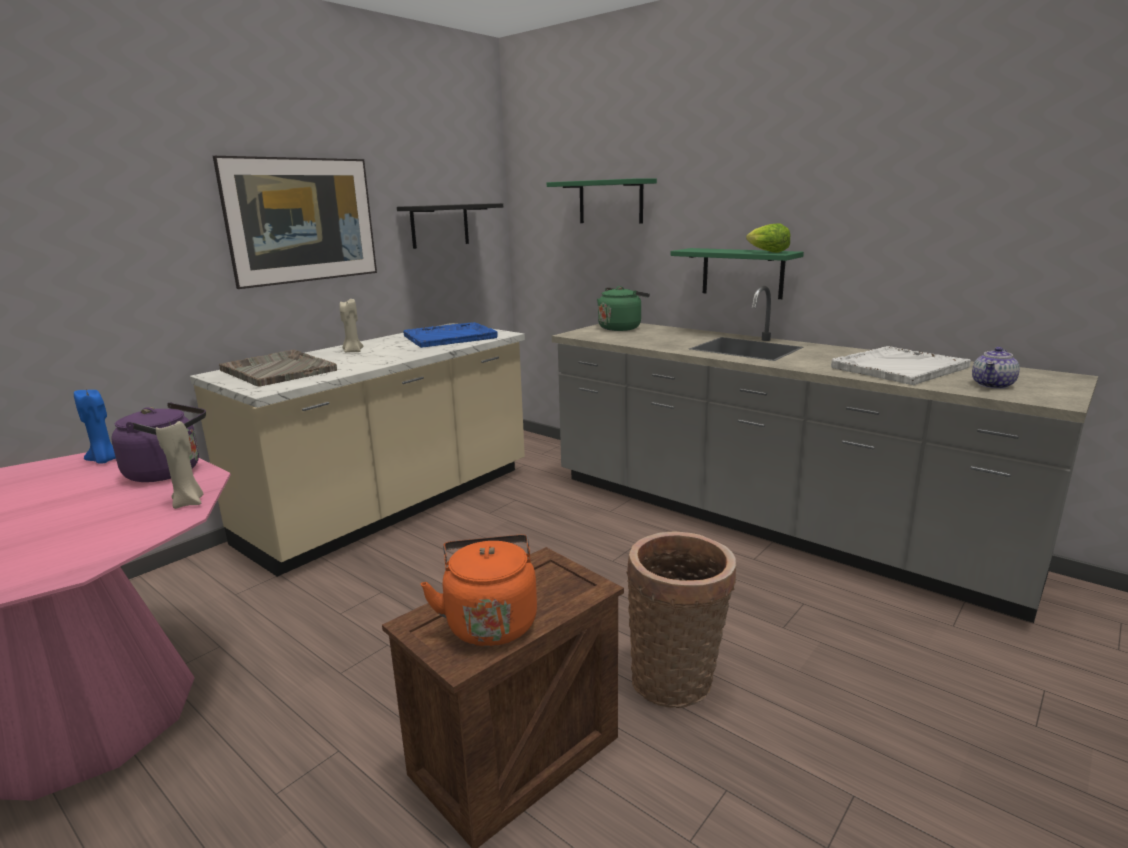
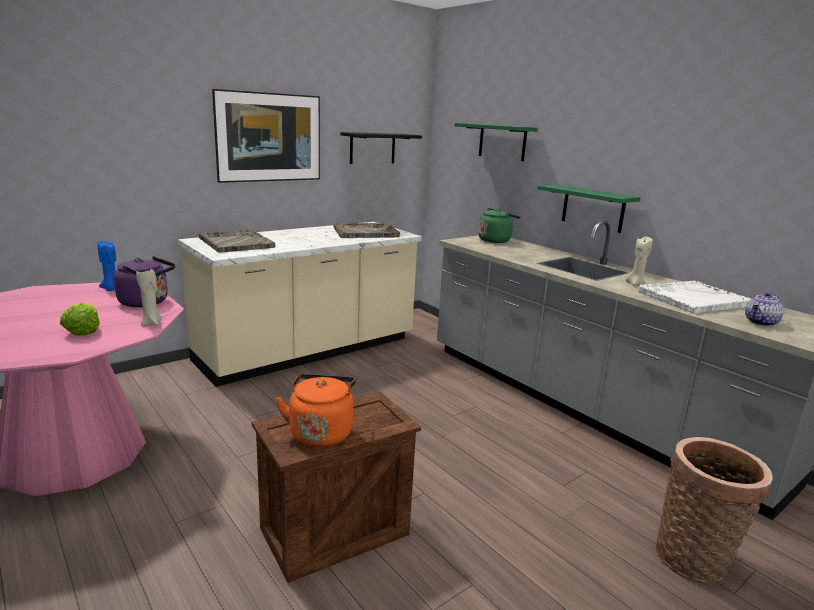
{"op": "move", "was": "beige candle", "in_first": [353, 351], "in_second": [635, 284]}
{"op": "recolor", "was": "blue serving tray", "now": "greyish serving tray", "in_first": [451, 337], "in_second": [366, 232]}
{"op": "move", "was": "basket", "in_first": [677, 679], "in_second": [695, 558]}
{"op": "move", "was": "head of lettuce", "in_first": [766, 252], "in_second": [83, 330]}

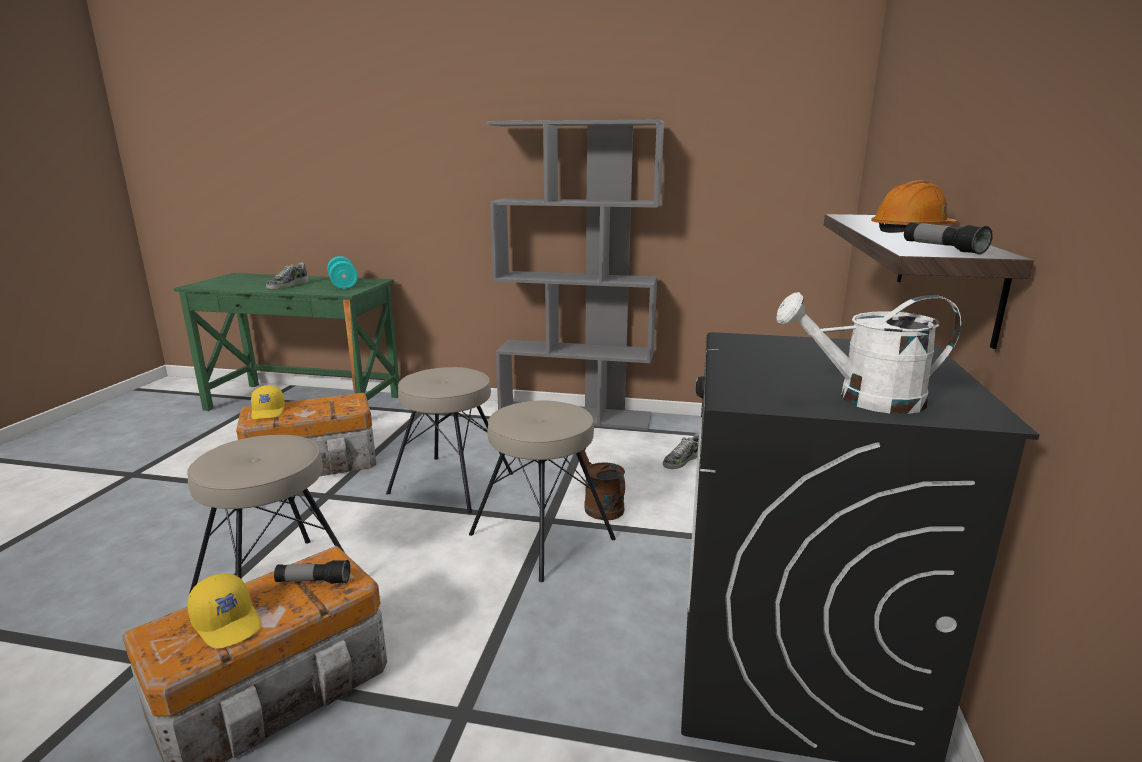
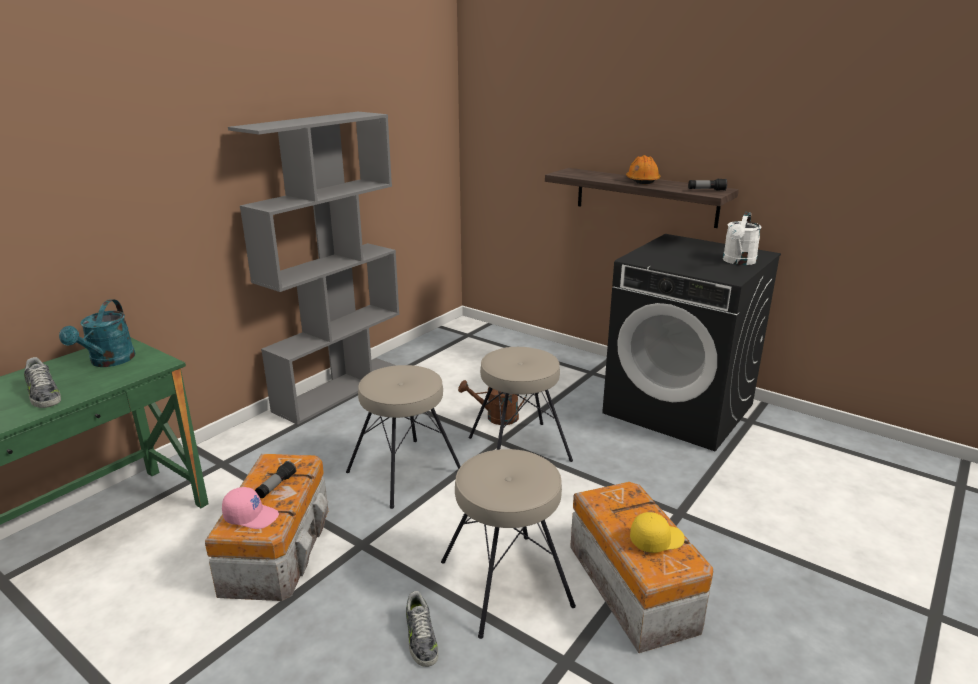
{"op": "recolor", "was": "yellowish peaked cap", "now": "pink-coloured peaked cap", "in_first": [269, 411], "in_second": [251, 516]}
{"op": "move", "was": "torch", "in_first": [313, 581], "in_second": [276, 486]}
{"op": "replace", "was": "turquoise-coloured hand weight", "now": "turquoise-coloured sprinkling can", "in_first": [343, 285], "in_second": [108, 362]}
{"op": "move", "was": "low shoe", "in_first": [682, 460], "in_second": [420, 638]}

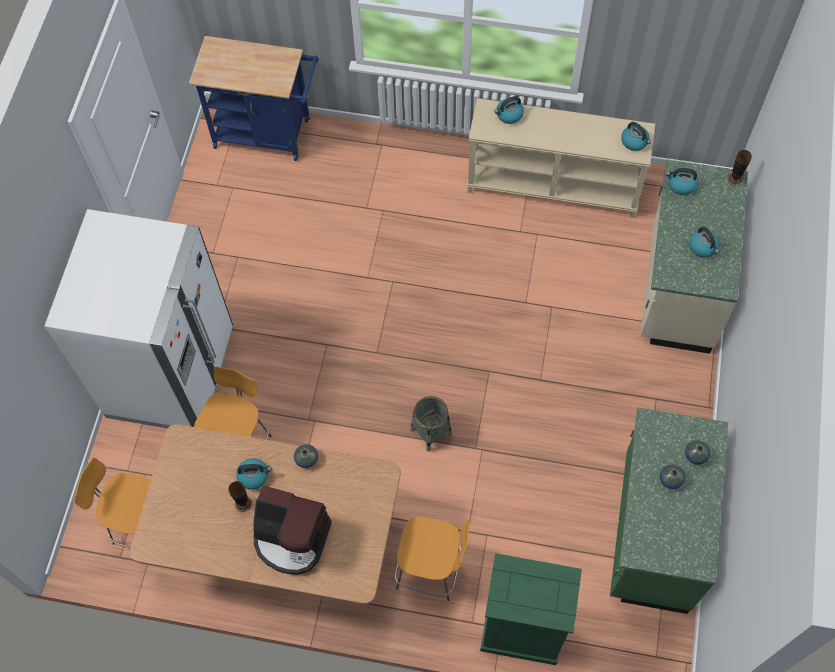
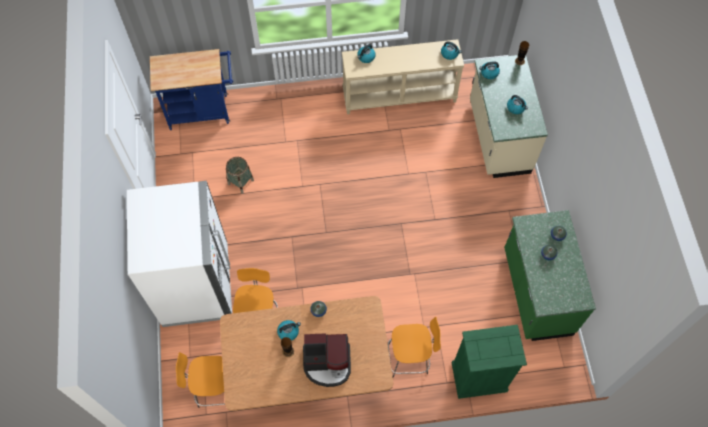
{"op": "move", "was": "basket", "in_first": [431, 432], "in_second": [241, 182]}

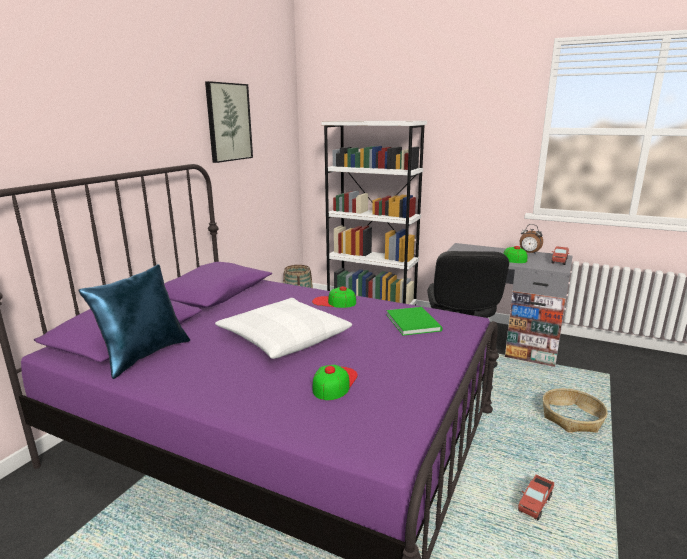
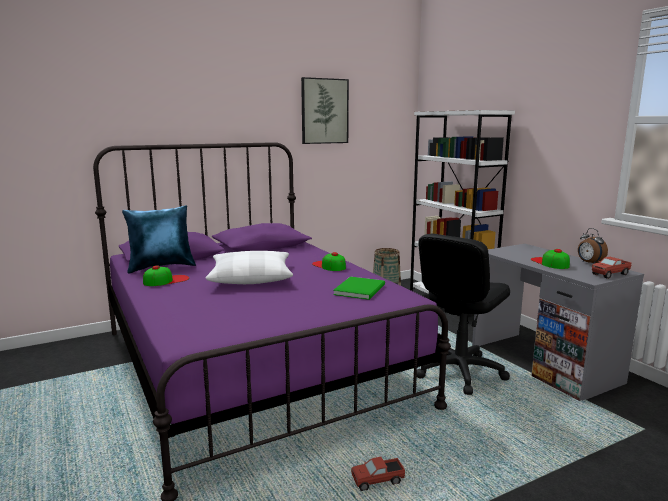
{"op": "move", "was": "peaked cap", "in_first": [334, 382], "in_second": [166, 280]}
{"op": "delete", "was": "basket", "in_first": [572, 418]}

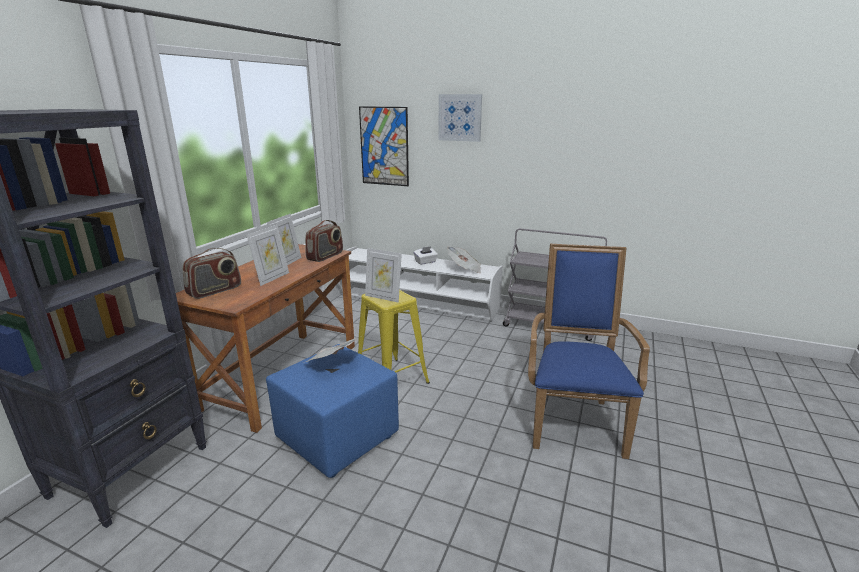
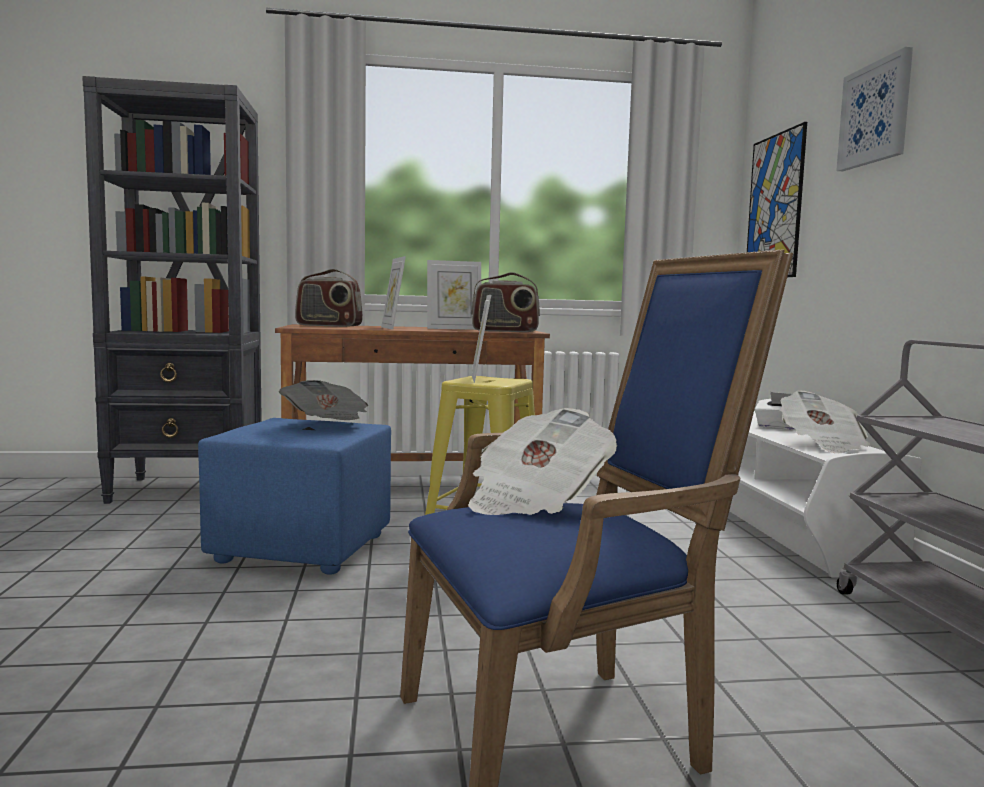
{"op": "rotate", "was": "photo frame", "in_first": [272, 278], "in_second": [392, 328], "clockwise": 75}
{"op": "insert", "now": "printed paper", "in_second": [535, 501]}

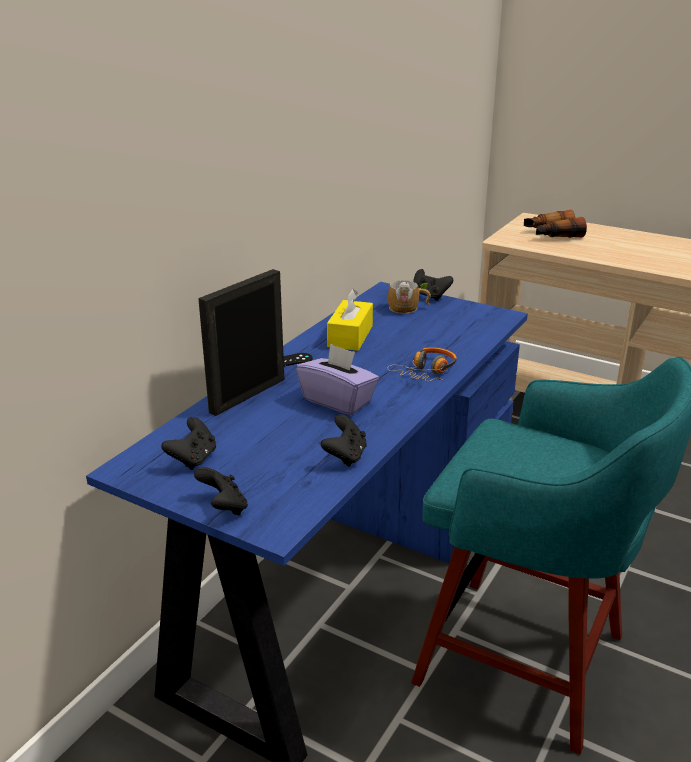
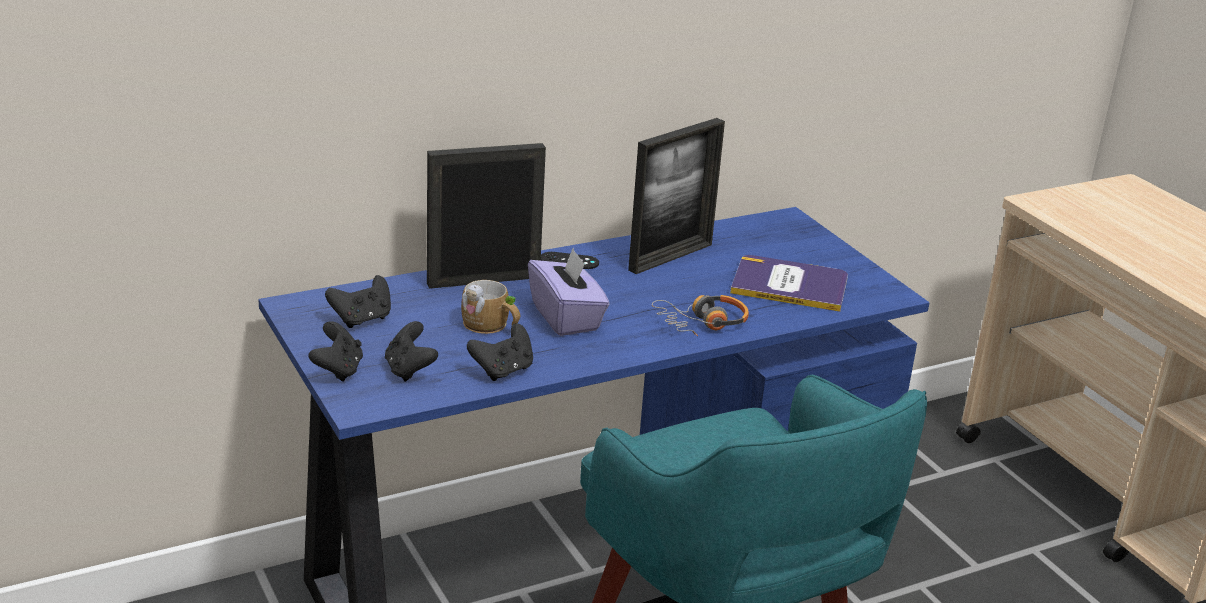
{"op": "replace", "was": "yellowish tissue box", "now": "photo frame", "in_first": [350, 336], "in_second": [670, 257]}
{"op": "move", "was": "coffee mug", "in_first": [408, 308], "in_second": [491, 326]}
{"op": "move", "was": "blackish joypad", "in_first": [429, 296], "in_second": [409, 370]}
{"op": "delete", "was": "pair of binoculars", "in_first": [552, 234]}
{"op": "insert", "now": "book", "in_second": [789, 285]}

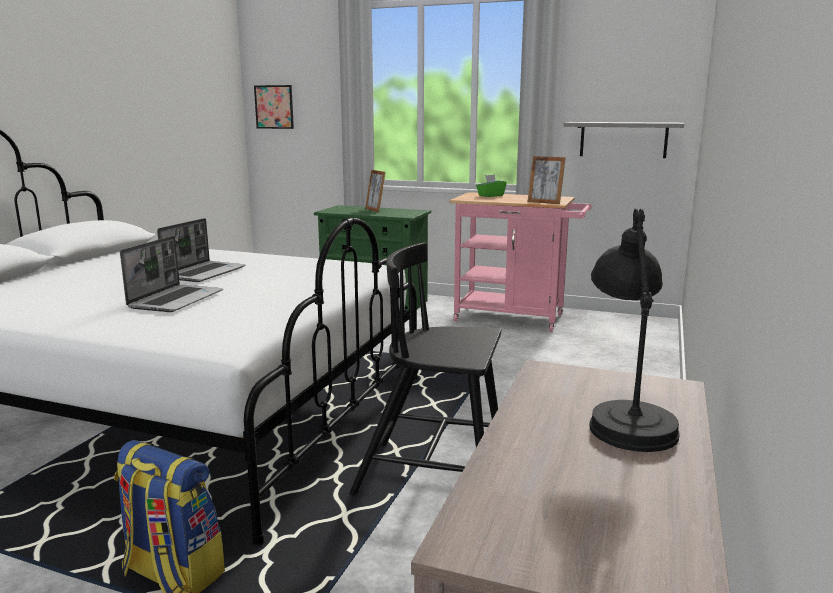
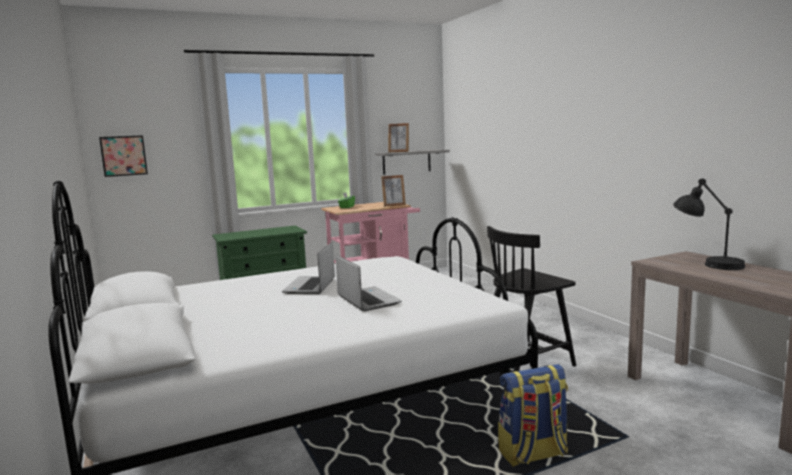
{"op": "rotate", "was": "notebook computer", "in_first": [204, 273], "in_second": [310, 286], "clockwise": -150}
{"op": "move", "was": "photo frame", "in_first": [375, 210], "in_second": [399, 152]}

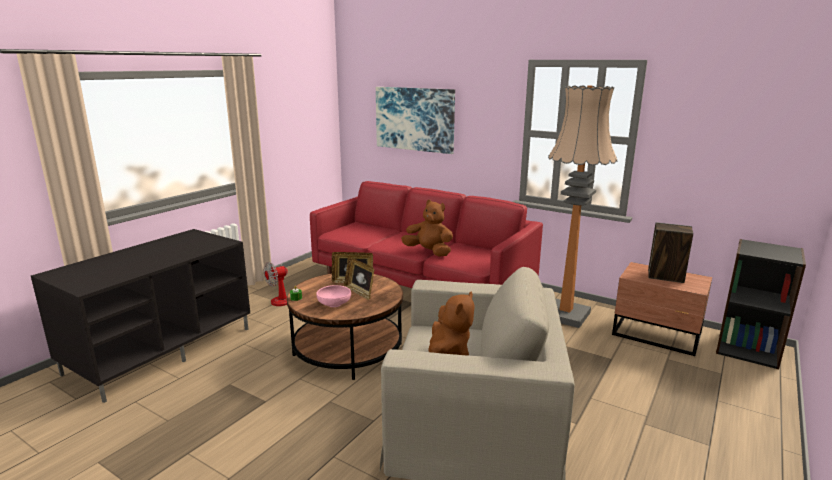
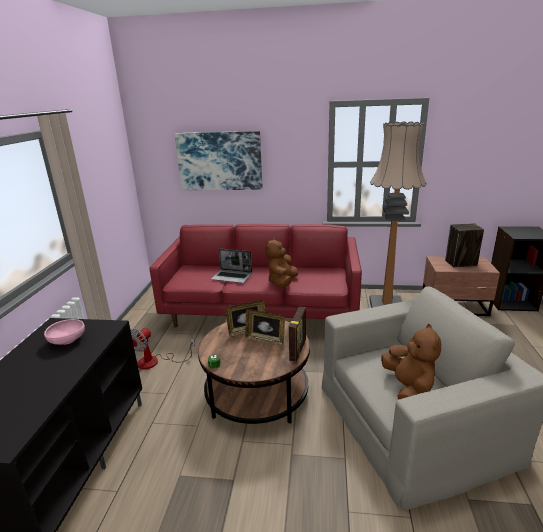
{"op": "move", "was": "pink-coloured serving bowl", "in_first": [334, 304], "in_second": [67, 340]}
{"op": "rotate", "was": "brownish soft toy", "in_first": [429, 252], "in_second": [282, 282], "clockwise": -75}
{"op": "insert", "now": "notebook computer", "in_second": [232, 277]}
{"op": "insert", "now": "photo frame", "in_second": [298, 350]}

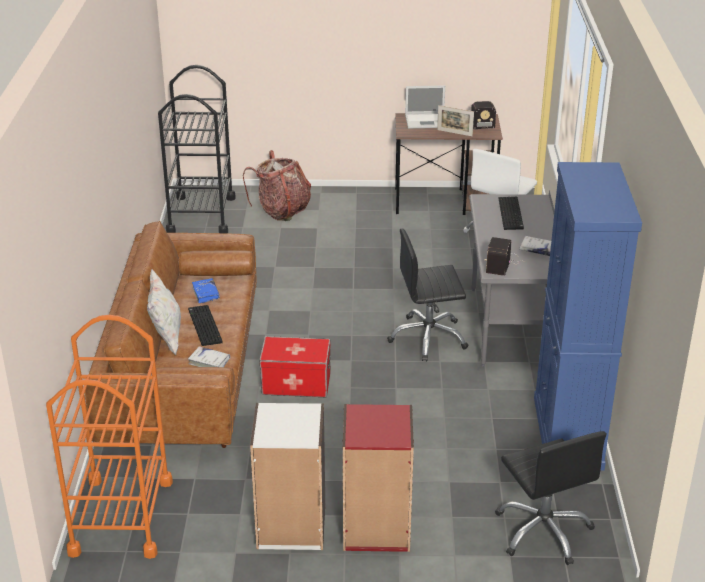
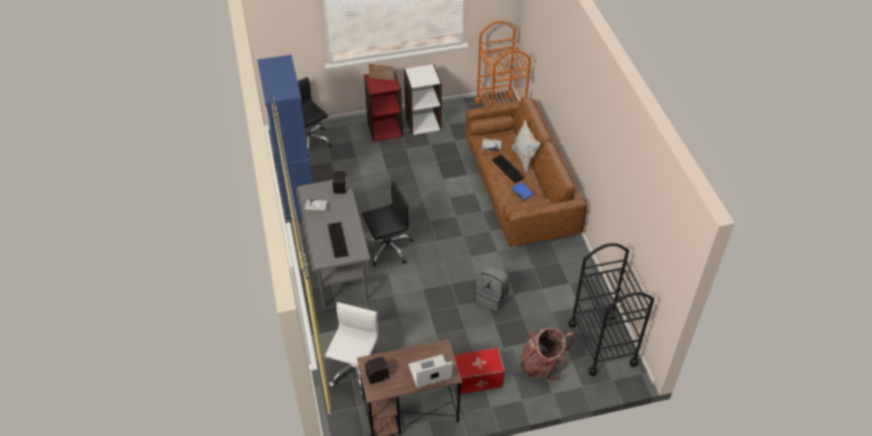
{"op": "move", "was": "storage container", "in_first": [296, 384], "in_second": [478, 378]}
{"op": "move", "was": "photo frame", "in_first": [454, 133], "in_second": [382, 79]}
{"op": "insert", "now": "greyish knapsack", "in_second": [492, 298]}

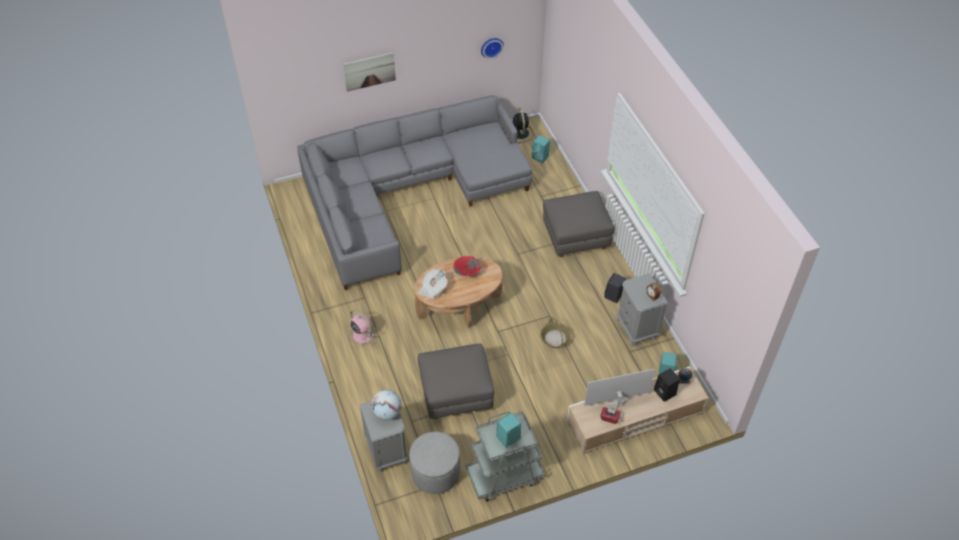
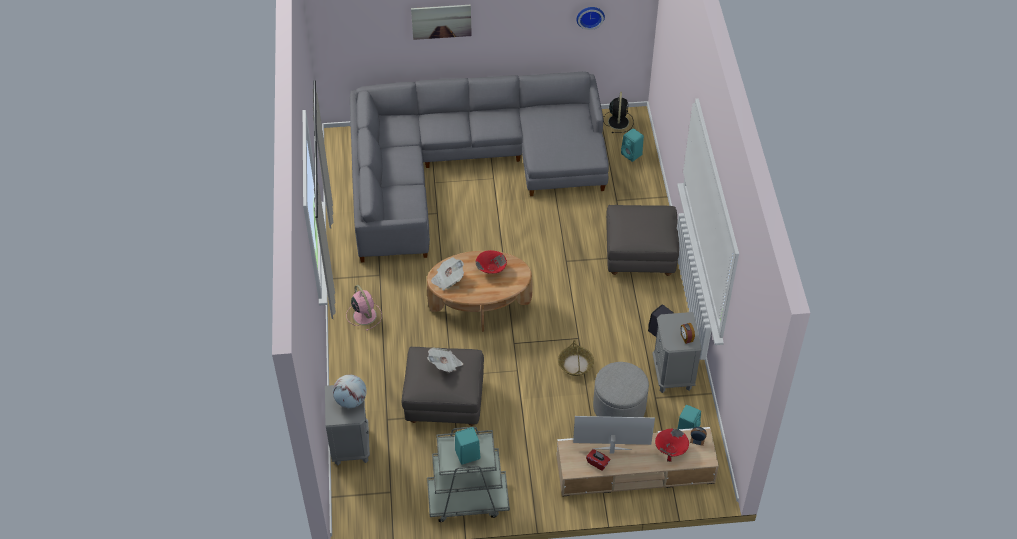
{"op": "move", "was": "greyish pouffe", "in_first": [435, 472], "in_second": [619, 407]}
{"op": "replace", "was": "blackish audio speaker", "now": "red serving bowl", "in_first": [665, 393], "in_second": [671, 450]}
{"op": "insert", "now": "printed paper", "in_second": [445, 365]}

